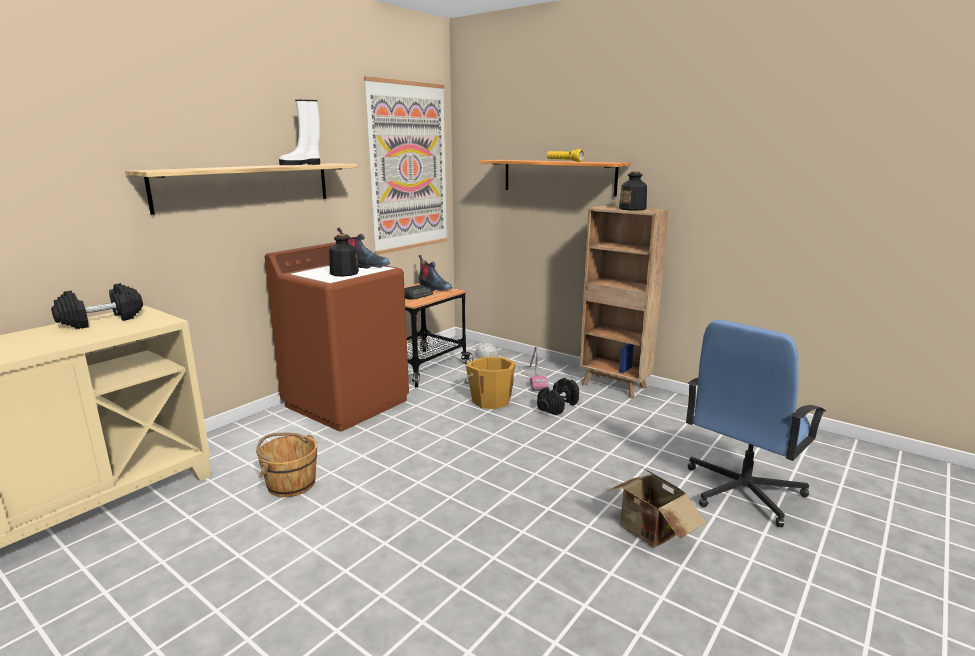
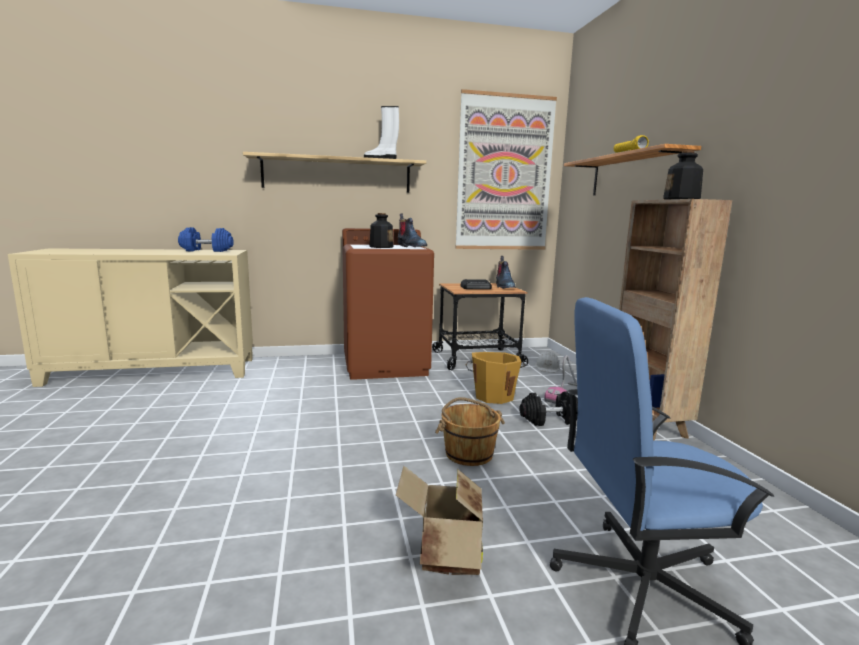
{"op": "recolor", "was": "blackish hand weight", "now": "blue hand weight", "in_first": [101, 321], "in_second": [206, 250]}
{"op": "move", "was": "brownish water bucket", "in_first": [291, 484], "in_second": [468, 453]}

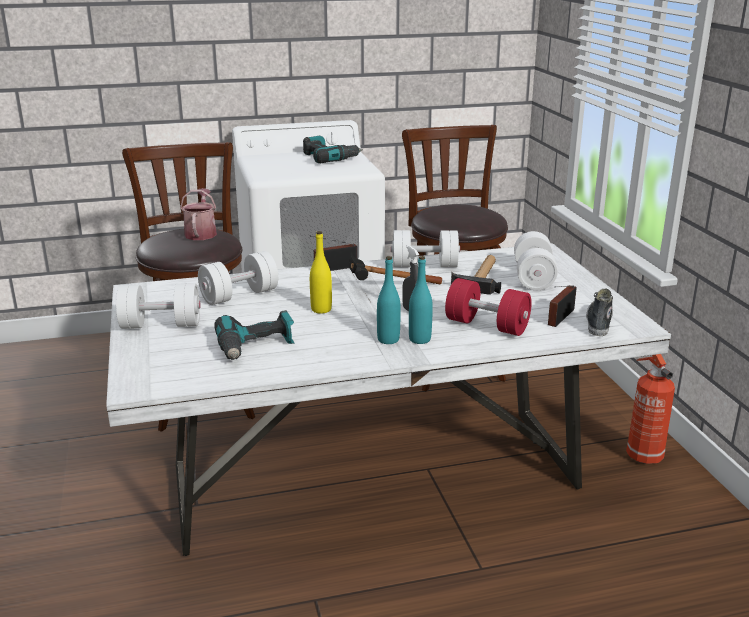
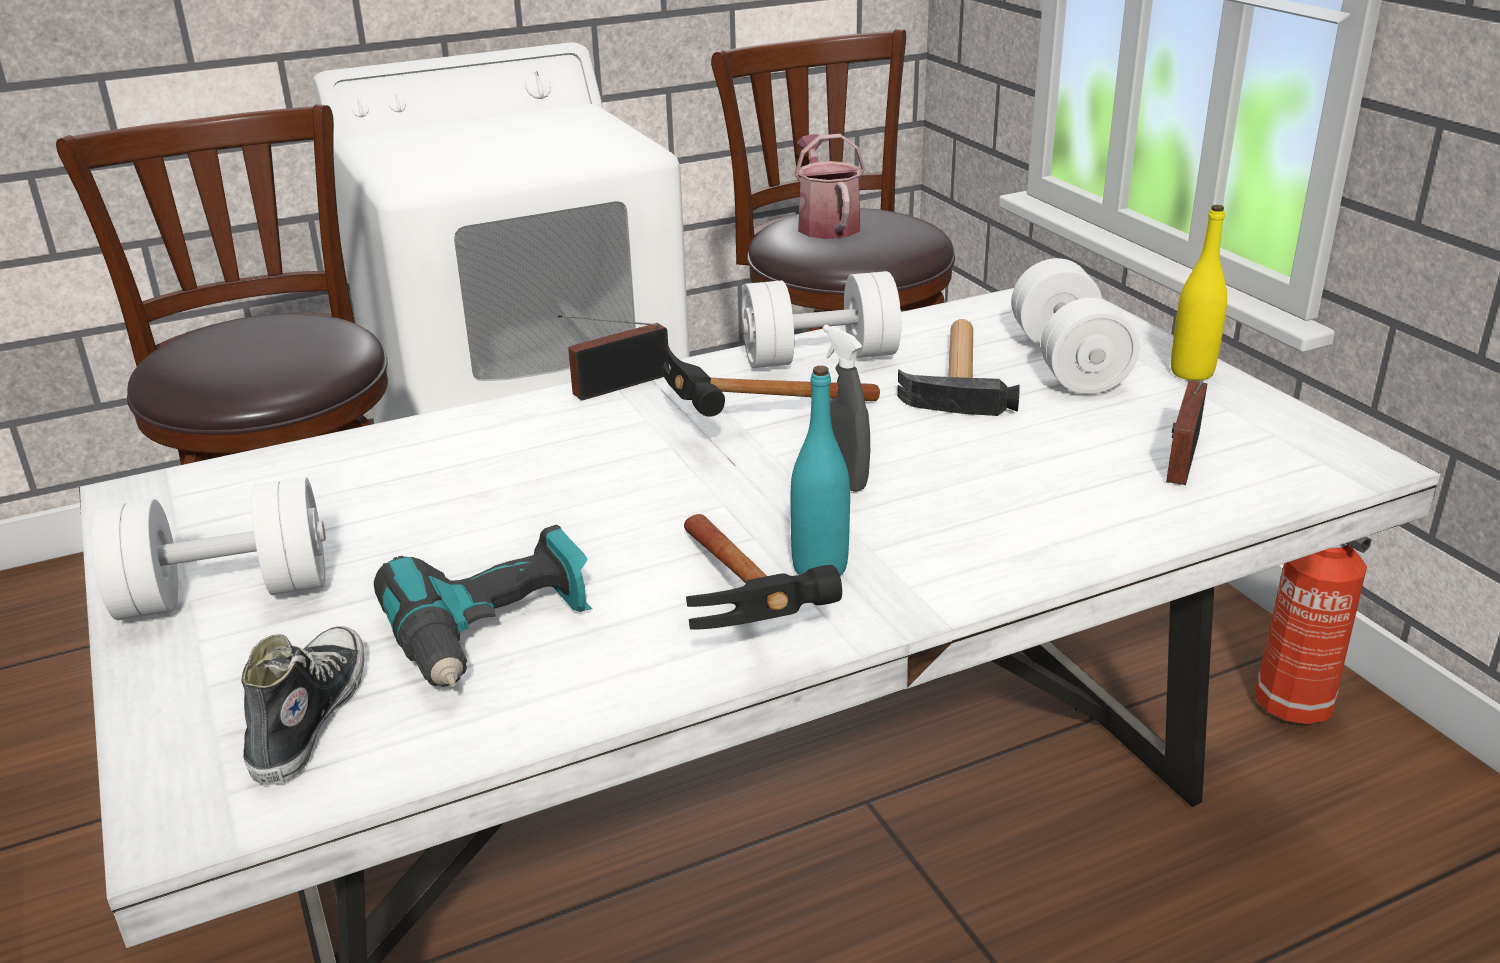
{"op": "move", "was": "sprinkling can", "in_first": [201, 233], "in_second": [826, 224]}
{"op": "delete", "was": "whitish hand weight", "in_first": [239, 295]}
{"op": "delete", "was": "drill", "in_first": [329, 158]}
{"op": "move", "was": "yellowish drink bottle", "in_first": [321, 309], "in_second": [1191, 372]}
{"op": "delete", "was": "turquoise-coloured drink bottle", "in_first": [419, 339]}
{"op": "delete", "was": "red hand weight", "in_first": [487, 325]}
{"op": "move", "was": "low shoe", "in_first": [598, 322], "in_second": [308, 717]}
{"op": "insert", "now": "hand hammer", "in_second": [748, 619]}

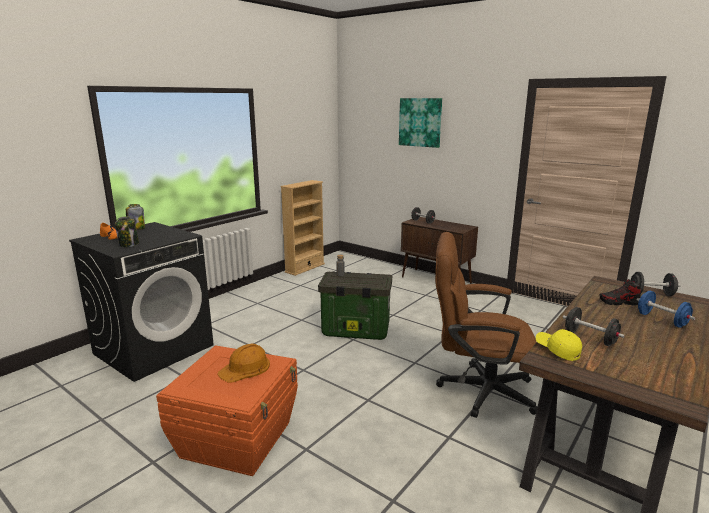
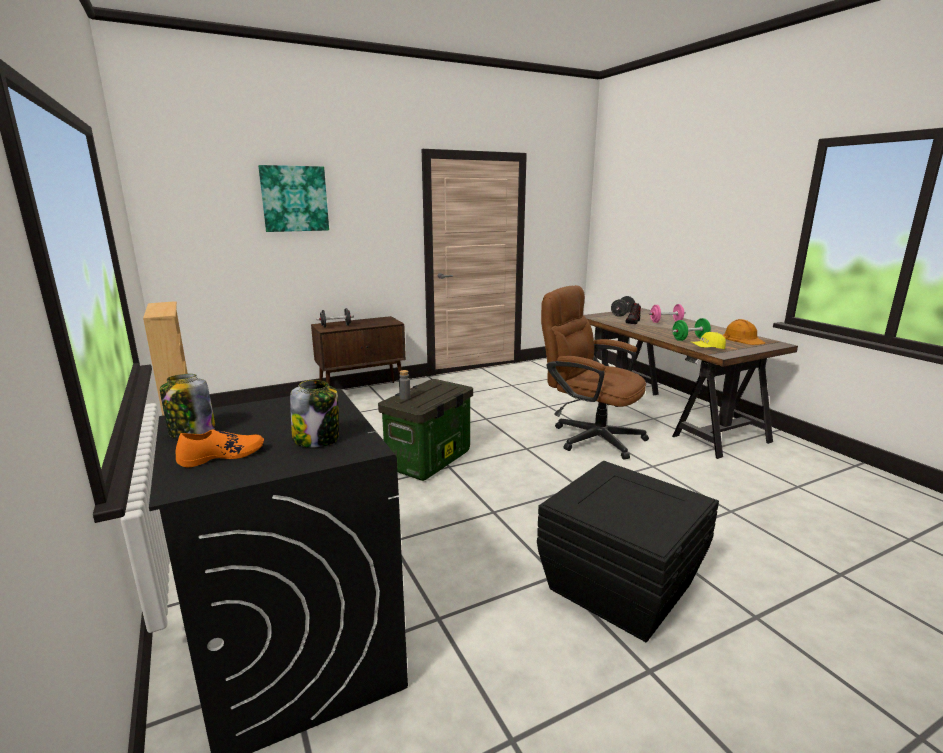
{"op": "recolor", "was": "orange-coloured storage container", "now": "blackish storage container", "in_first": [238, 439], "in_second": [619, 585]}
{"op": "move", "was": "orange-coloured work helmet", "in_first": [245, 368], "in_second": [742, 339]}
{"op": "rotate", "was": "brownish desk chair", "in_first": [477, 390], "in_second": [589, 436], "clockwise": 90}
{"op": "recolor", "was": "blackish hand weight", "now": "greenish hand weight", "in_first": [590, 338], "in_second": [690, 339]}
{"op": "recolor", "was": "blue hand weight", "now": "pink-coloured hand weight", "in_first": [661, 320], "in_second": [666, 322]}

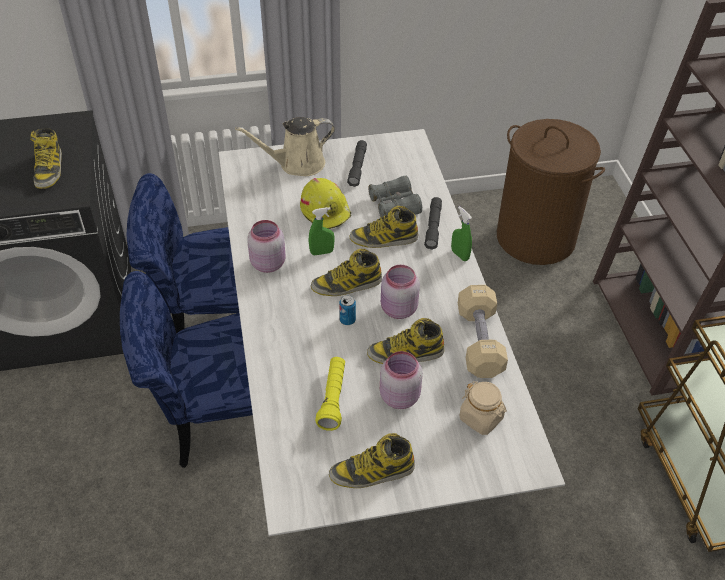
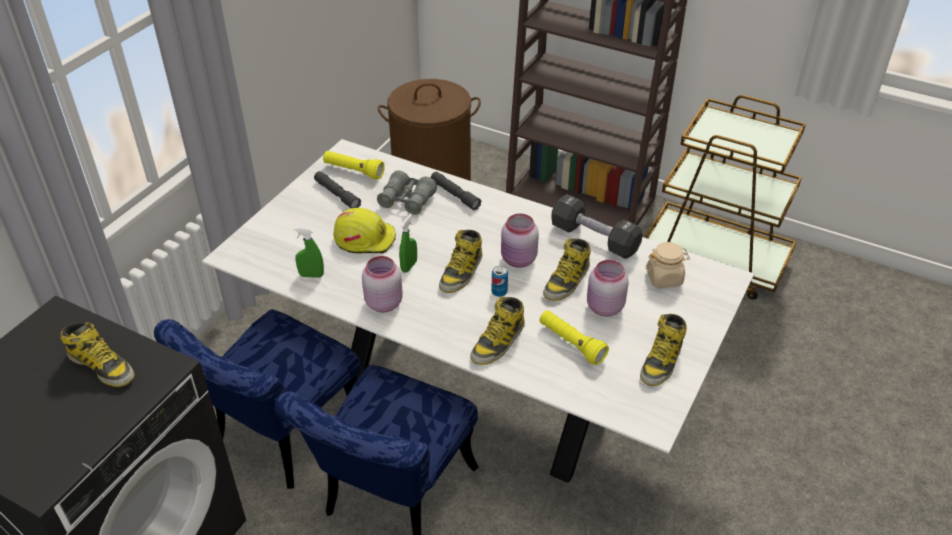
{"op": "delete", "was": "beige sprinkling can", "in_first": [297, 164]}
{"op": "move", "was": "boot", "in_first": [383, 239], "in_second": [498, 342]}
{"op": "move", "was": "greenish spray bottle", "in_first": [460, 255], "in_second": [311, 275]}
{"op": "recolor", "was": "beige hand weight", "now": "blackish hand weight", "in_first": [479, 342], "in_second": [594, 239]}
{"op": "insert", "now": "yellowish torch", "in_second": [353, 171]}

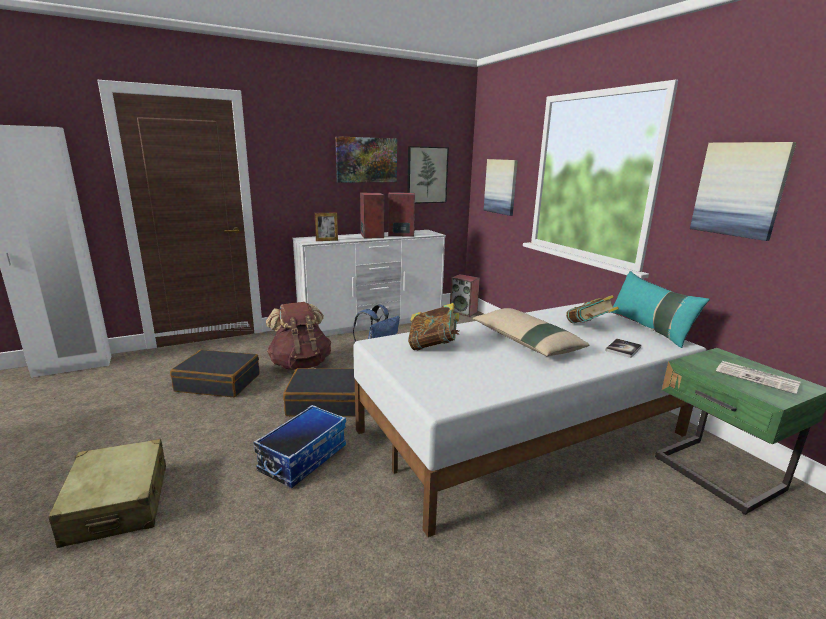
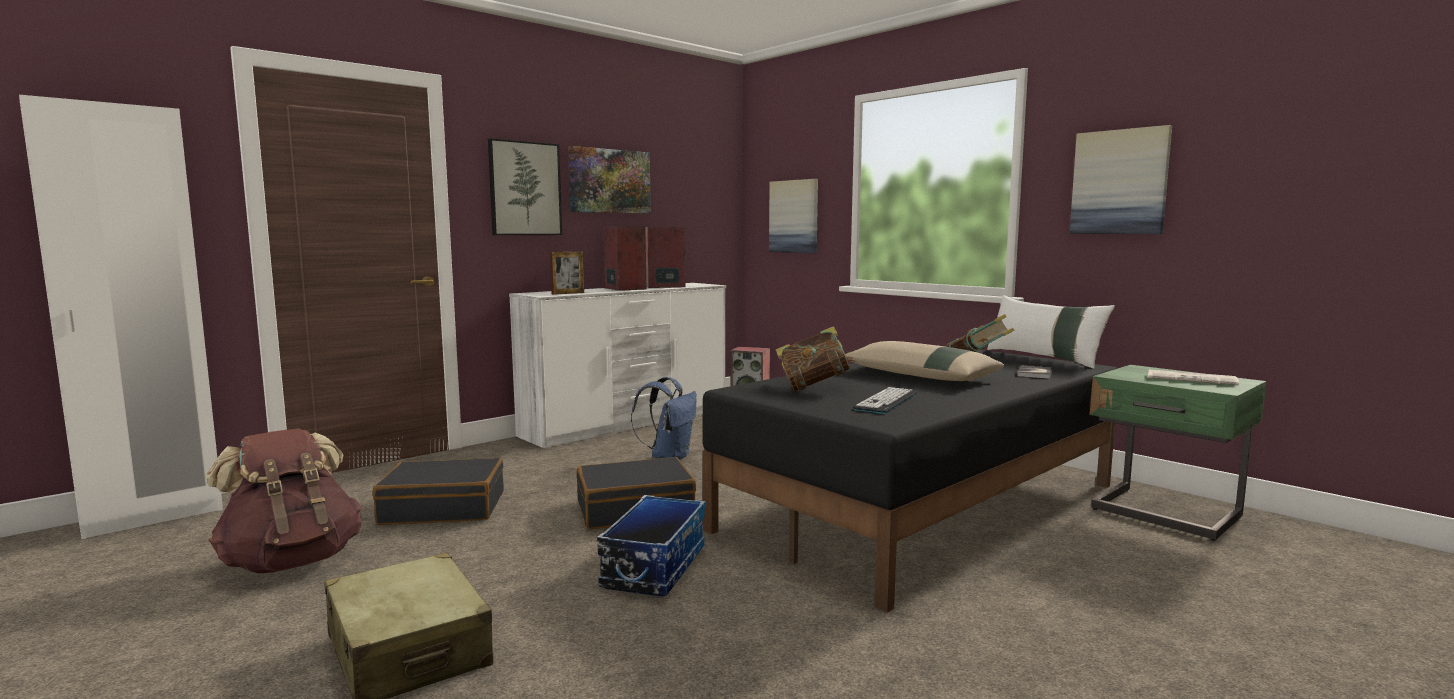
{"op": "move", "was": "brownish knapsack", "in_first": [300, 364], "in_second": [292, 561]}
{"op": "recolor", "was": "whitish bedroom bed", "now": "blackish bedroom bed", "in_first": [523, 433], "in_second": [925, 506]}
{"op": "move", "was": "wall picture", "in_first": [427, 175], "in_second": [525, 189]}
{"op": "recolor", "was": "turquoise-coloured pillow", "now": "whitish pillow", "in_first": [649, 328], "in_second": [1044, 358]}
{"op": "insert", "now": "PC keyboard", "in_second": [886, 401]}

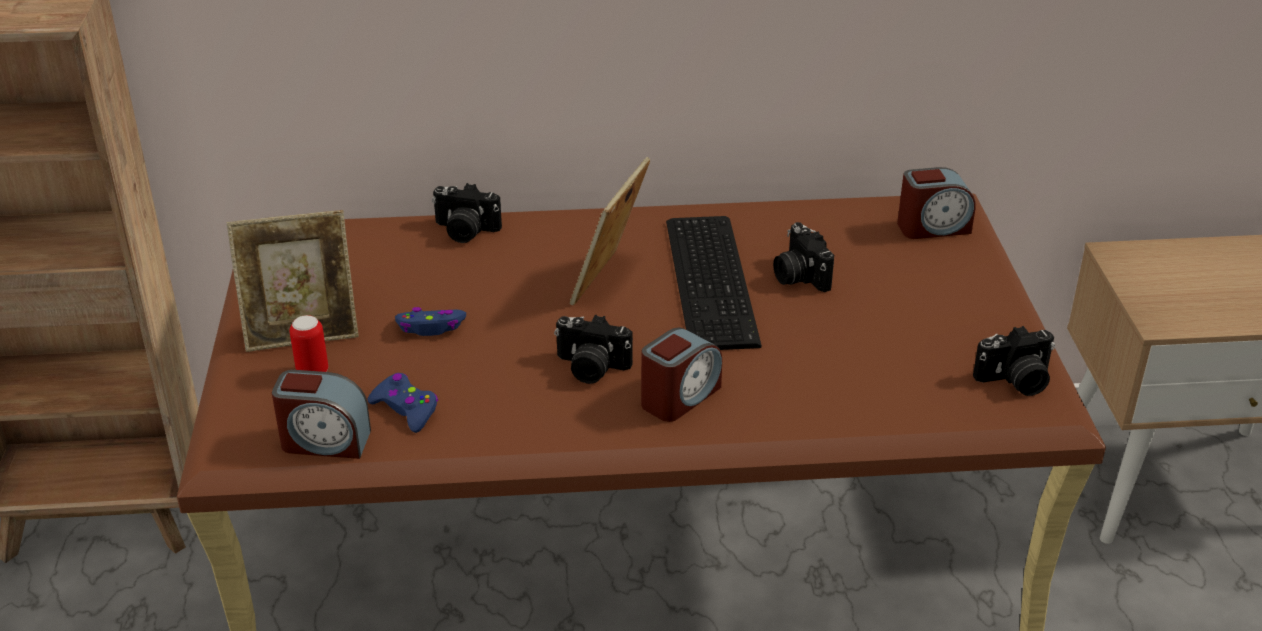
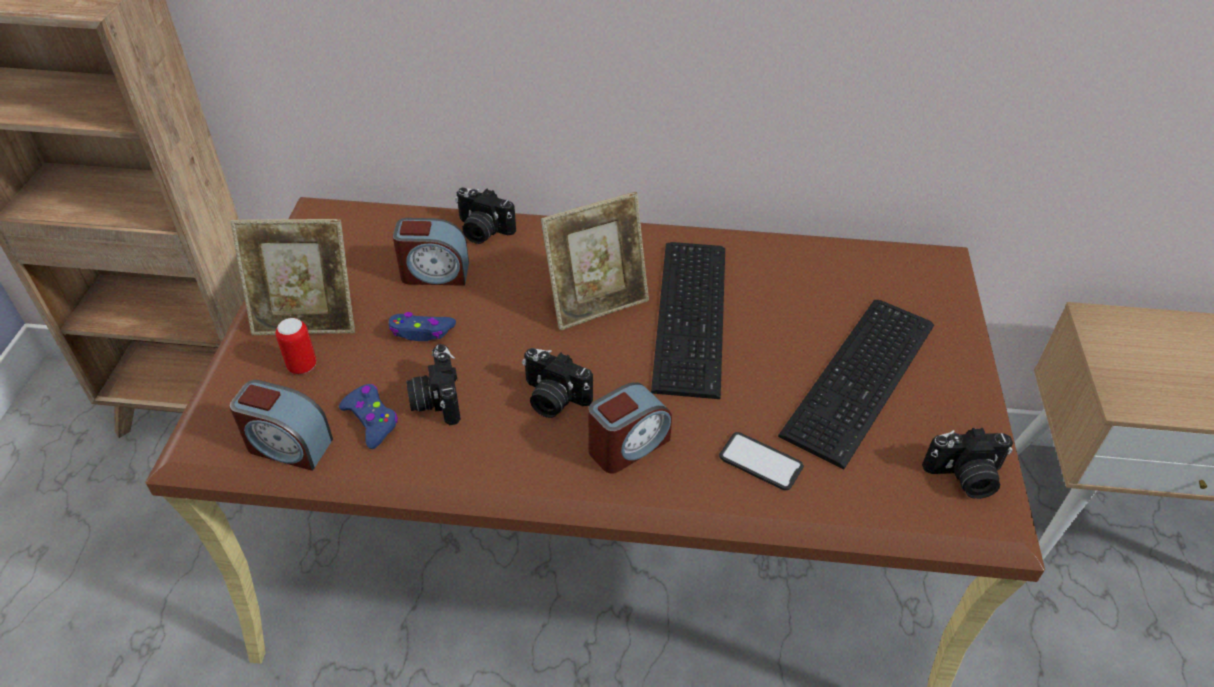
{"op": "rotate", "was": "photo frame", "in_first": [610, 282], "in_second": [597, 303], "clockwise": -150}
{"op": "move", "was": "still camera", "in_first": [798, 276], "in_second": [435, 399]}
{"op": "move", "was": "table clock", "in_first": [933, 227], "in_second": [434, 273]}
{"op": "insert", "now": "handset", "in_second": [760, 462]}
{"op": "insert", "now": "PC keyboard", "in_second": [865, 378]}

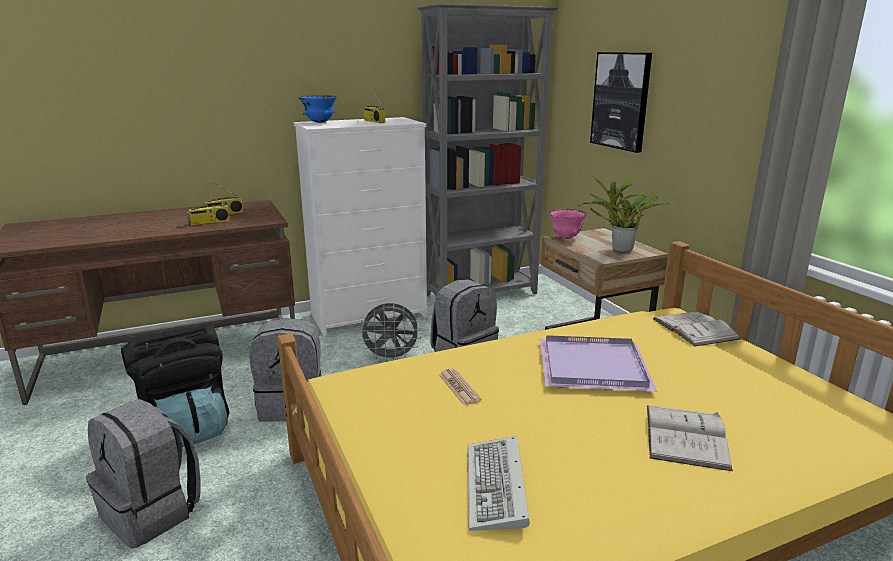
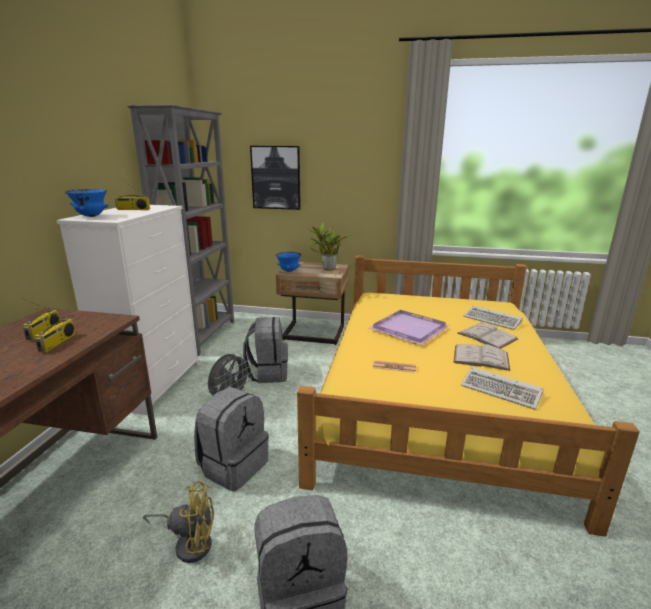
{"op": "replace", "was": "blackish knapsack", "now": "yellowish cooling fan", "in_first": [186, 428], "in_second": [189, 543]}
{"op": "recolor", "was": "pink-coloured serving bowl", "now": "blue serving bowl", "in_first": [566, 237], "in_second": [289, 271]}
{"op": "move", "was": "whitish book", "in_first": [695, 329], "in_second": [481, 357]}
{"op": "insert", "now": "PC keyboard", "in_second": [493, 320]}

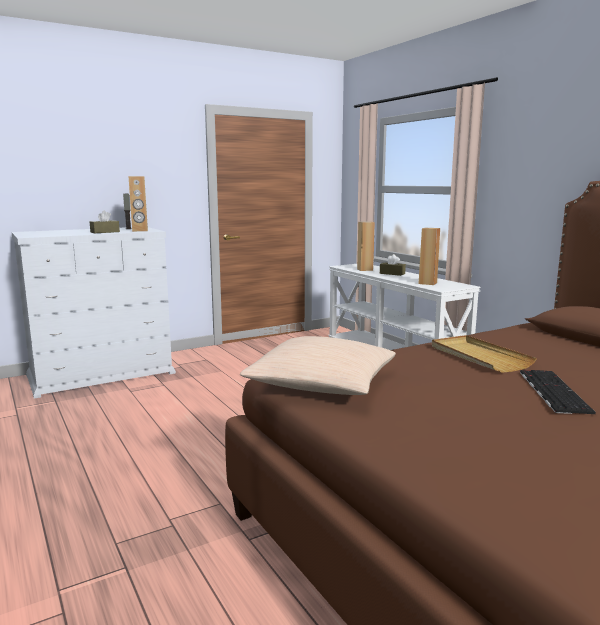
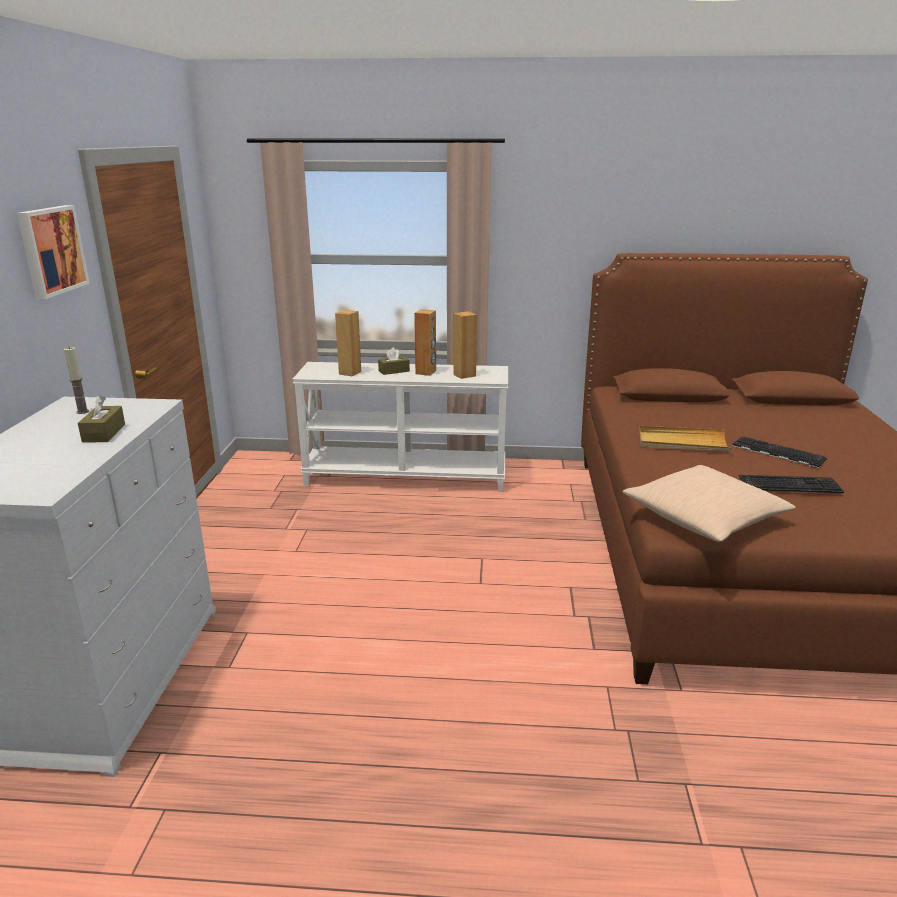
{"op": "move", "was": "brownish audio speaker", "in_first": [140, 231], "in_second": [426, 372]}
{"op": "insert", "now": "wall picture", "in_second": [51, 250]}
{"op": "insert", "now": "PC keyboard", "in_second": [790, 484]}

